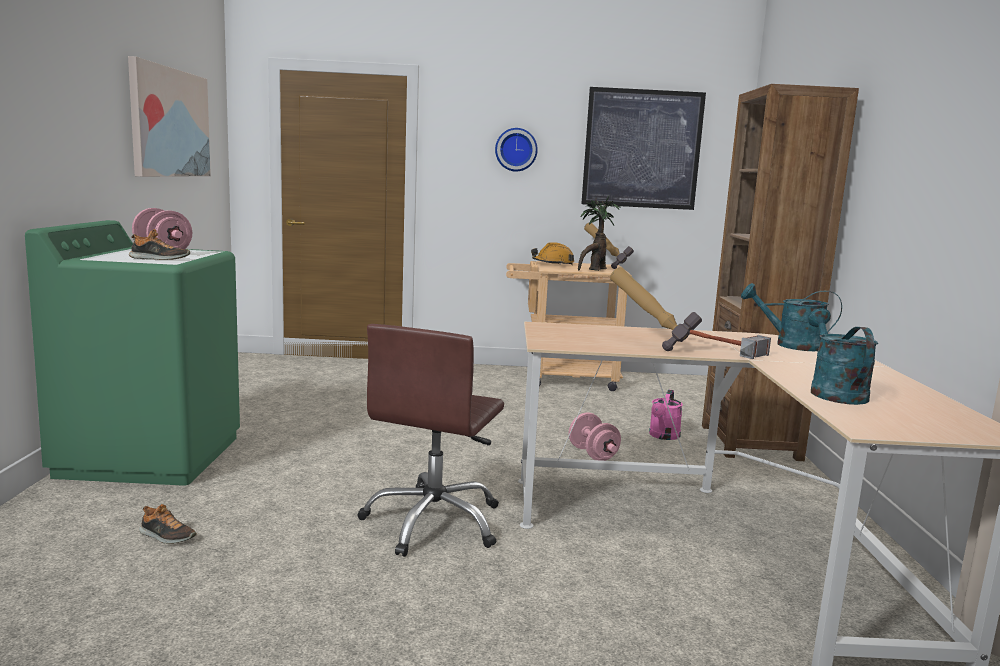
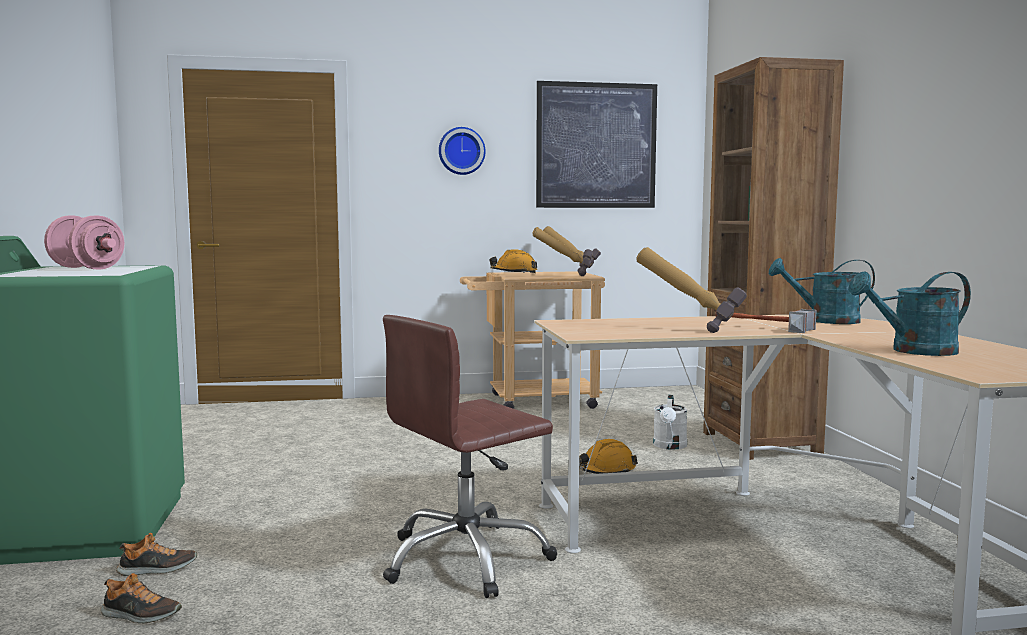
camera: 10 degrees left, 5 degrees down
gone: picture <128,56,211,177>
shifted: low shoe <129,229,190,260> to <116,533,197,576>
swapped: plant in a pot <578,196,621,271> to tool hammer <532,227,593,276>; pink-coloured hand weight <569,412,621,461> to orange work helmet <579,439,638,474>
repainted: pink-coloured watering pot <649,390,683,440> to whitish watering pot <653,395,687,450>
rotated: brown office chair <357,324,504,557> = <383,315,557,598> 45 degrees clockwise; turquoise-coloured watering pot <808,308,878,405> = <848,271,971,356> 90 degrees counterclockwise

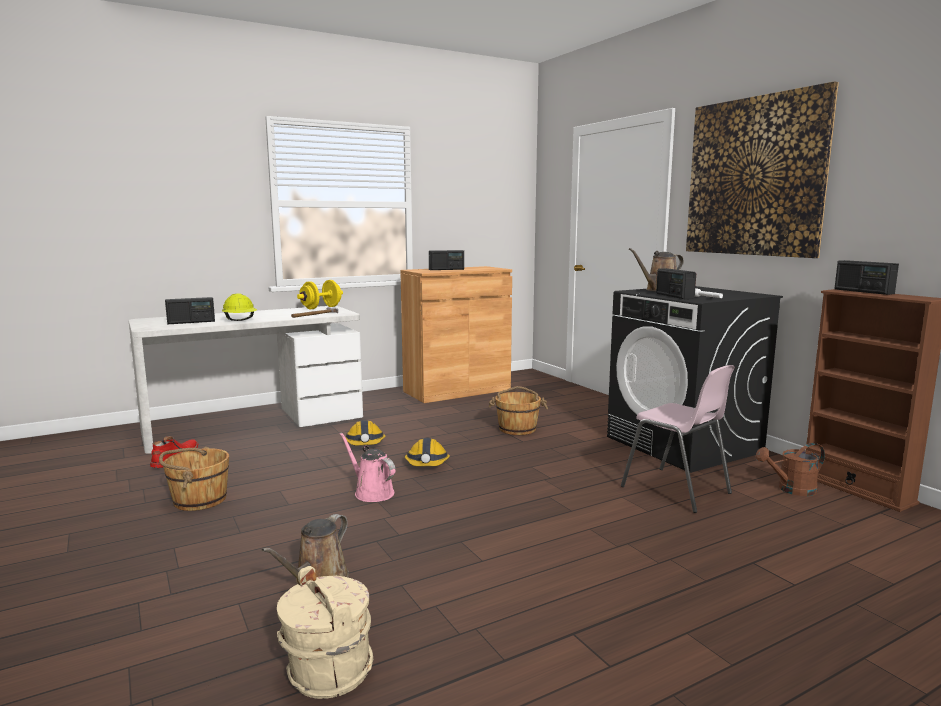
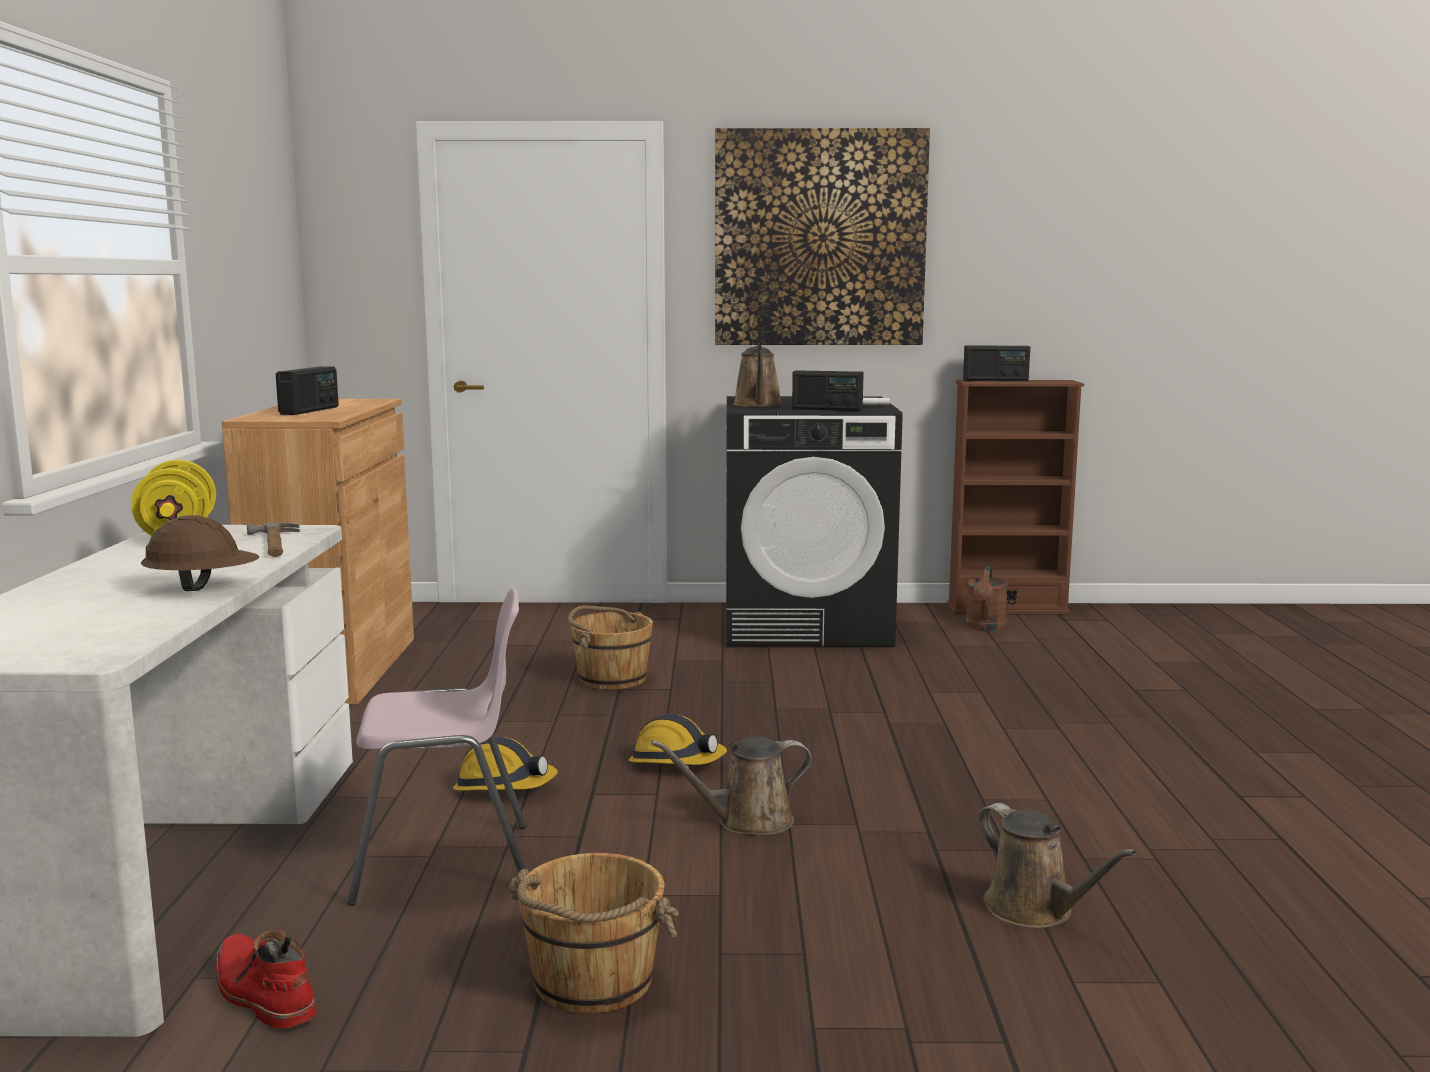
camera: 60 degrees left, 0 degrees up
gone: radio receiver <165,297,215,324>; beige pail <277,566,373,699>
shifted: pink-coloured chair <621,365,735,513> to <348,588,526,906>
repainted: yellow work helmet <222,293,257,321> to brown work helmet <141,515,259,591>; pink-coloured watering pot <339,432,396,502> to brown watering pot <651,736,811,836>

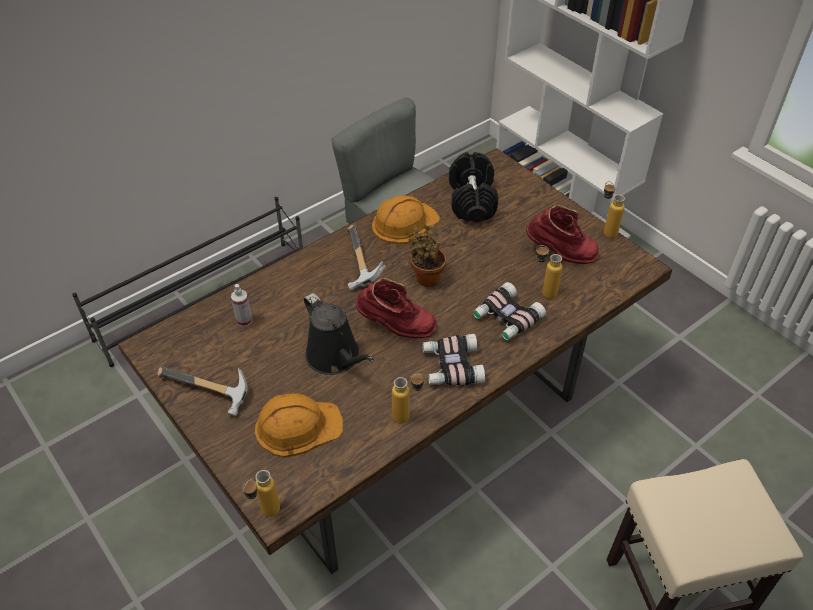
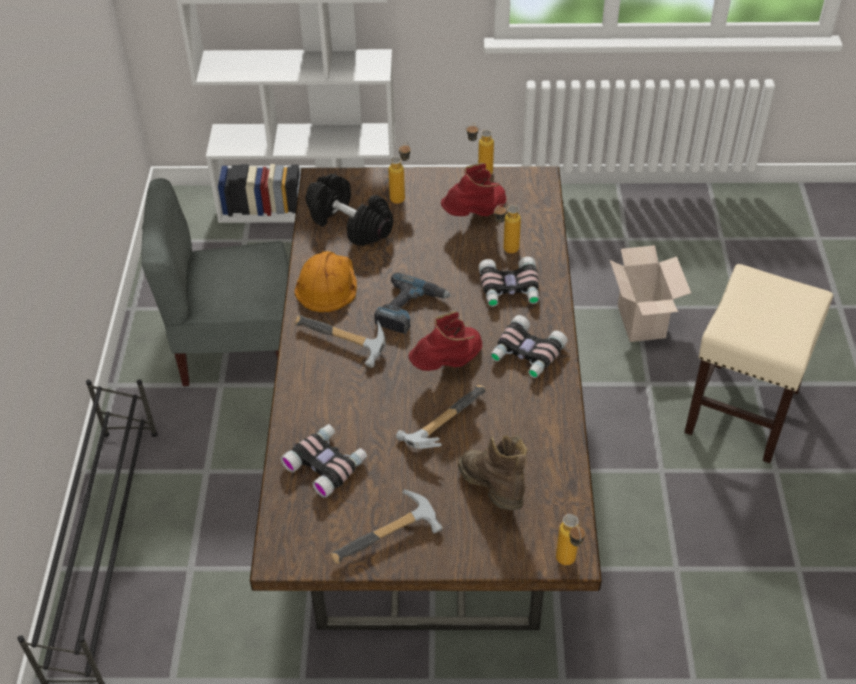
camera: 50 degrees left, 0 degrees up
new: cardboard box <610,245,691,342>
shifted: bottle <392,374,425,424> to <388,142,410,204>
swapped: hand sprayer <231,284,252,327> to binoculars <280,424,367,498>; plant in a pot <409,225,446,287> to power drill <374,273,452,334>; black watering pot <304,293,374,375> to tool hammer <396,385,486,449>; orange work helmet <255,393,343,458> to brown tall boot <458,435,527,510>

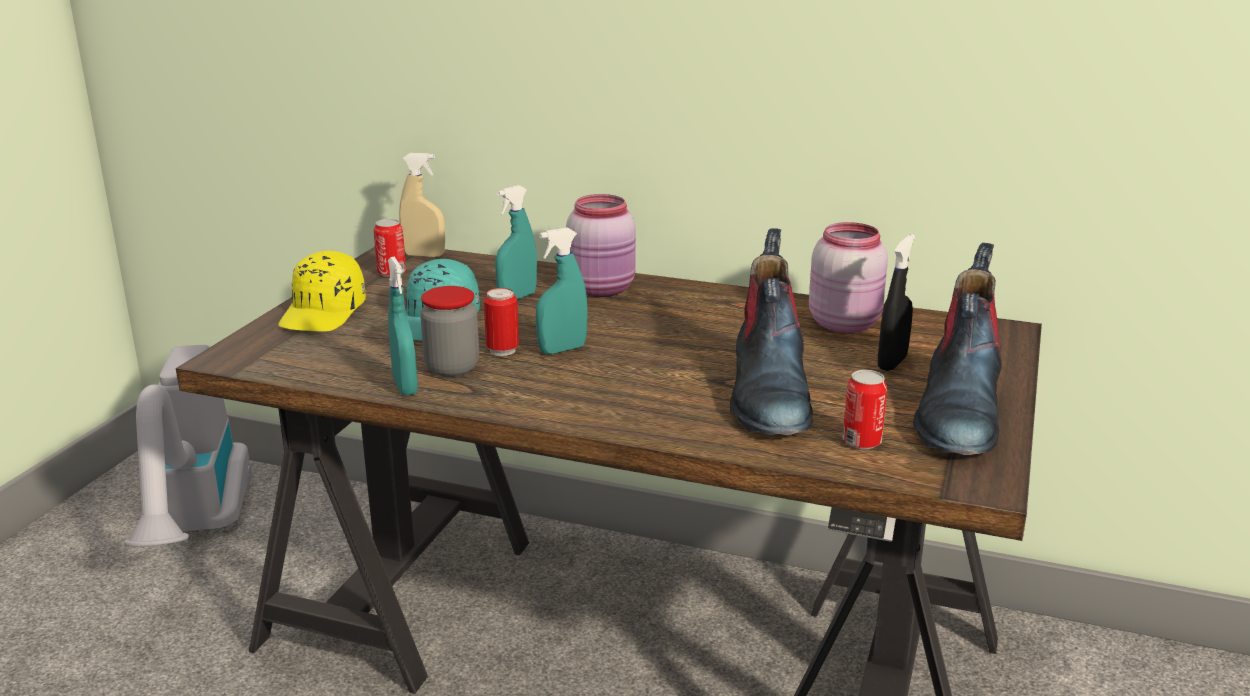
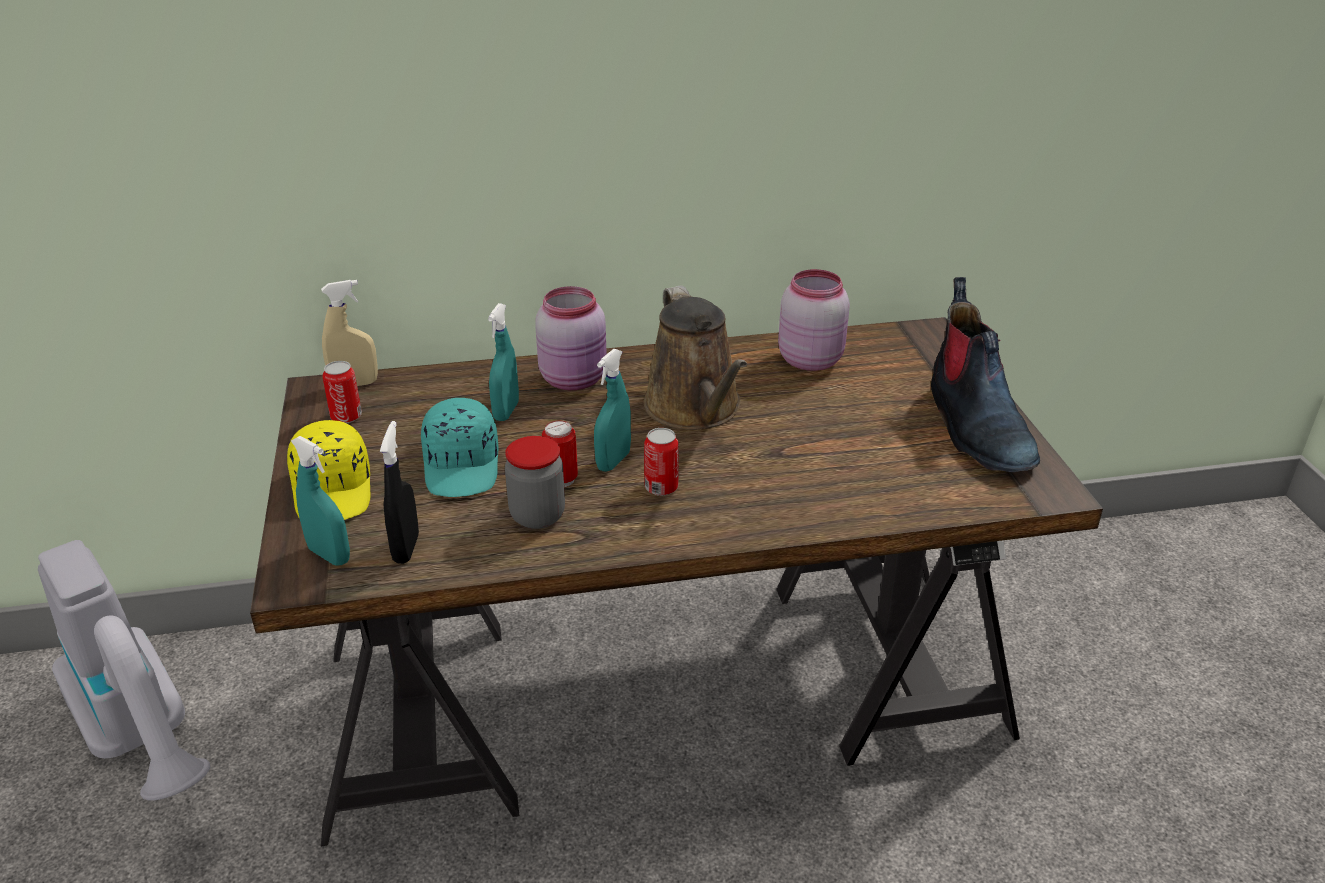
camera: 30 degrees left, 10 degrees up
gone: tall boot <730,228,813,435>
new: brown watering pot <644,285,747,430>
shifted: turquoise-coloured hand sprayer <388,256,418,396> to <291,436,350,565>; black hand sprayer <878,234,915,371> to <380,421,419,564>; can <842,370,887,449> to <644,428,679,496>

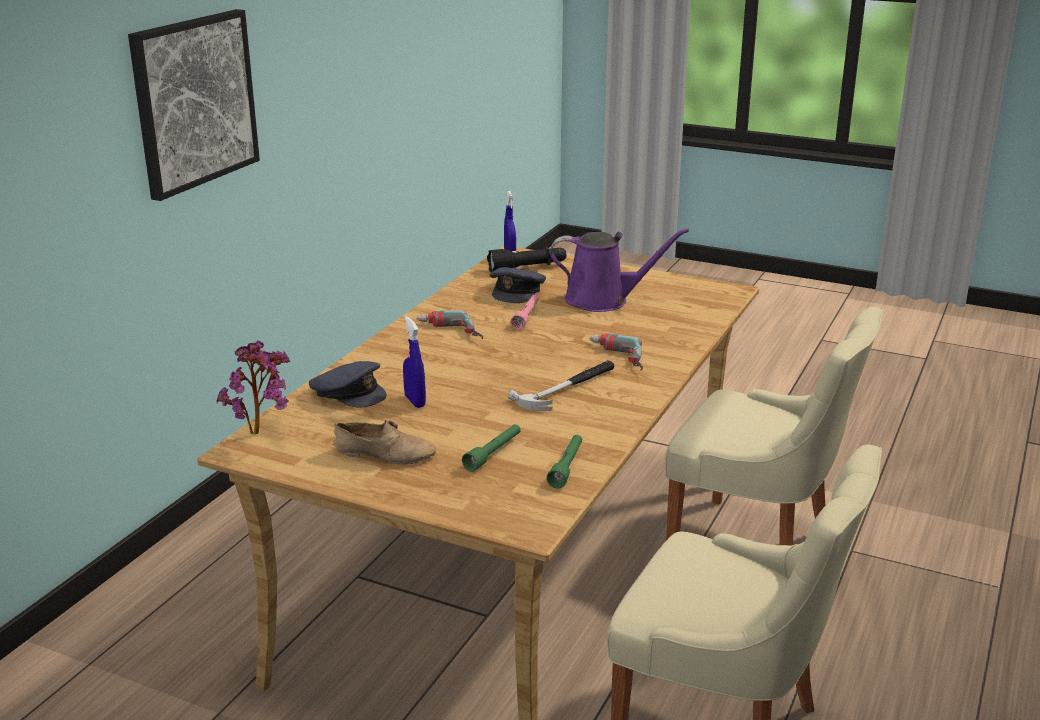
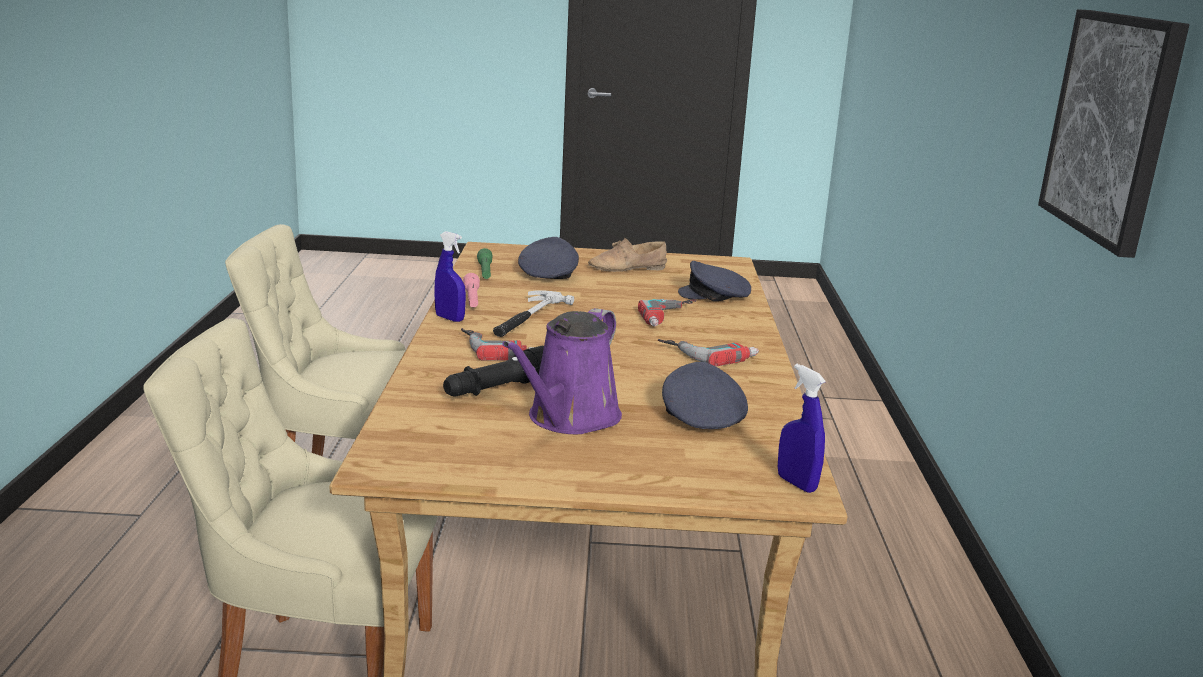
camera: 155 degrees right, 5 degrees down
gone: plant in a pot <217,340,290,434>
new: power drill <638,299,696,326>
shifted: blue hand sprayer <403,316,426,408> to <434,231,466,322>; black torch <487,246,567,273> to <443,346,544,397>; pink-coloured torch <511,295,539,330> to <463,273,480,308>
swapped: green-coloured torch <462,424,521,472> to greyish peaked cap <518,237,579,279>
rotated: purple watering pot <550,228,689,312> = <502,308,622,434> 45 degrees counterclockwise

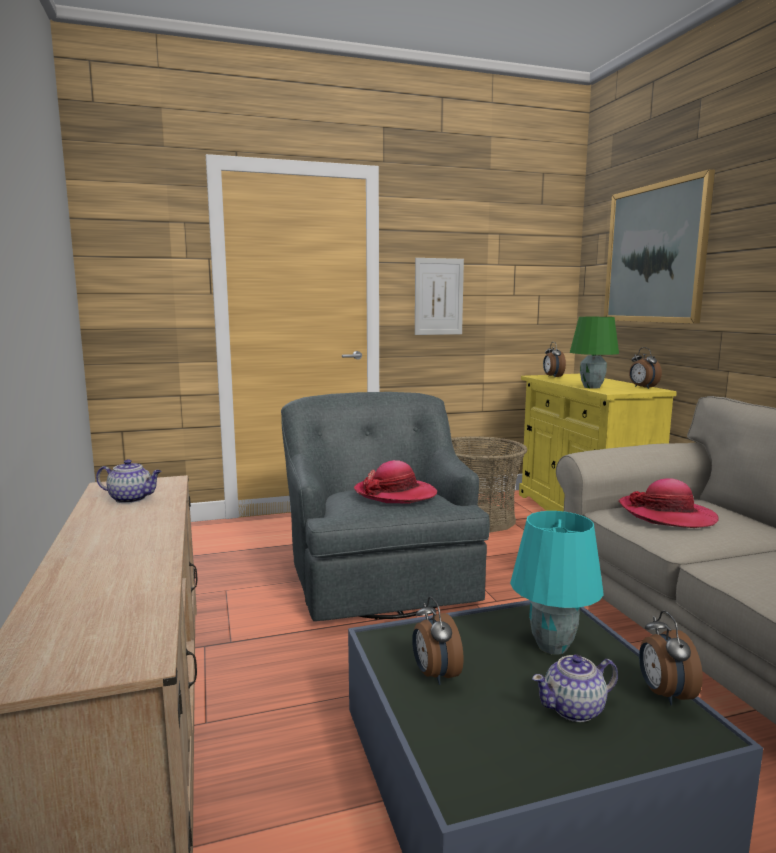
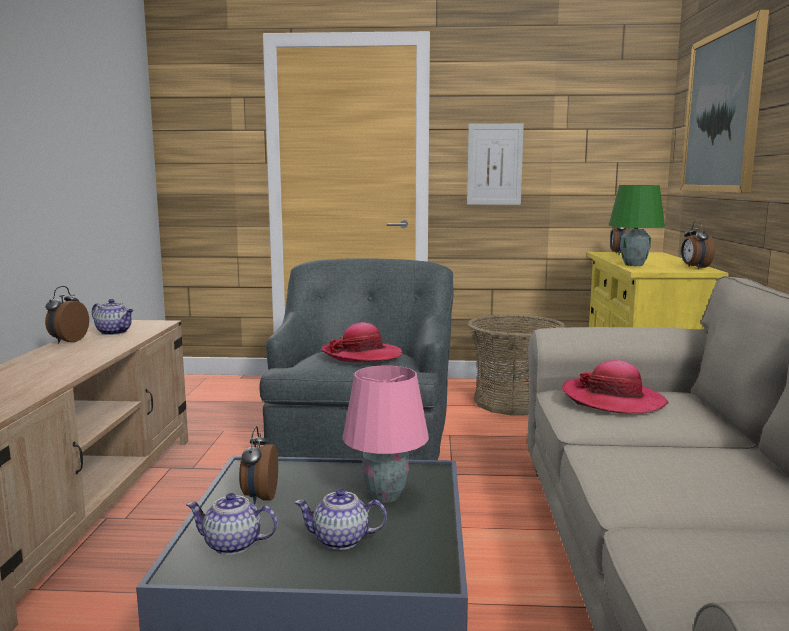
camera: 20 degrees right, 0 degrees up
new: teapot <186,493,277,555>
shifted: table clock <639,611,703,706> to <45,286,89,344>
repainted: turquoise-coloured tabletop lamp <510,511,604,655> to pink-coloured tabletop lamp <342,366,429,503>

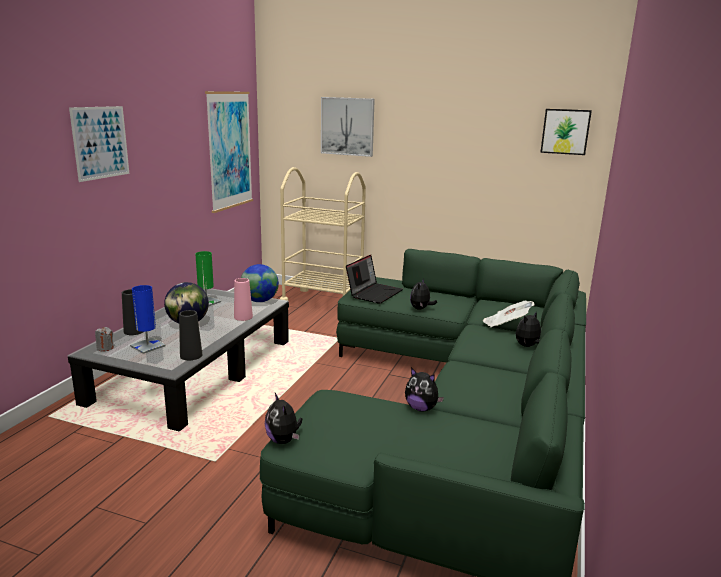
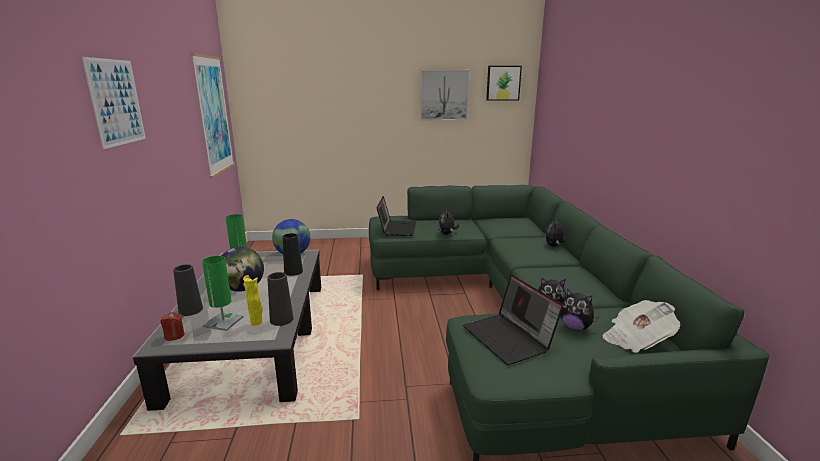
camera: 25 degrees left, 0 degrees up
gone: beige trolley <280,167,366,301>
new: yellow vase <243,275,263,326>; portable computer <463,275,563,365>
shifted: picture <321,97,375,157> to <420,70,469,120>; soft toy <265,393,302,444> to <560,288,599,330>; daily paper <483,300,534,328> to <602,300,680,353>
repainted: greyish wax candle <95,327,114,351> to red wax candle <160,312,184,341>; blue tabletop lamp <130,285,166,354> to green-coloured tabletop lamp <202,256,243,331>; pink-coloured vase <234,278,253,321> to black vase <283,233,303,276>

